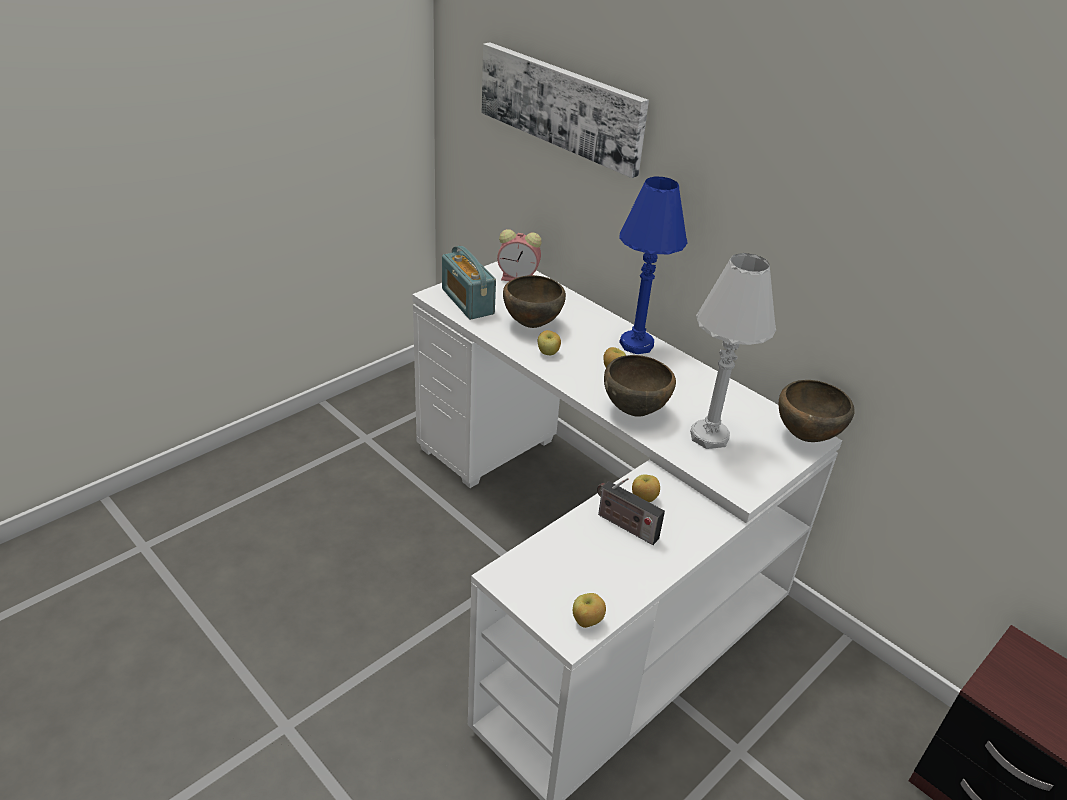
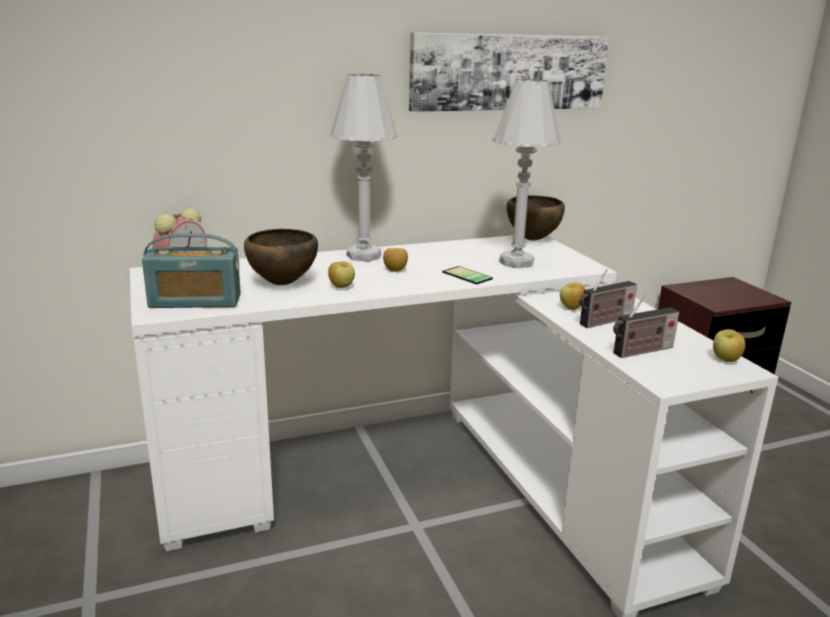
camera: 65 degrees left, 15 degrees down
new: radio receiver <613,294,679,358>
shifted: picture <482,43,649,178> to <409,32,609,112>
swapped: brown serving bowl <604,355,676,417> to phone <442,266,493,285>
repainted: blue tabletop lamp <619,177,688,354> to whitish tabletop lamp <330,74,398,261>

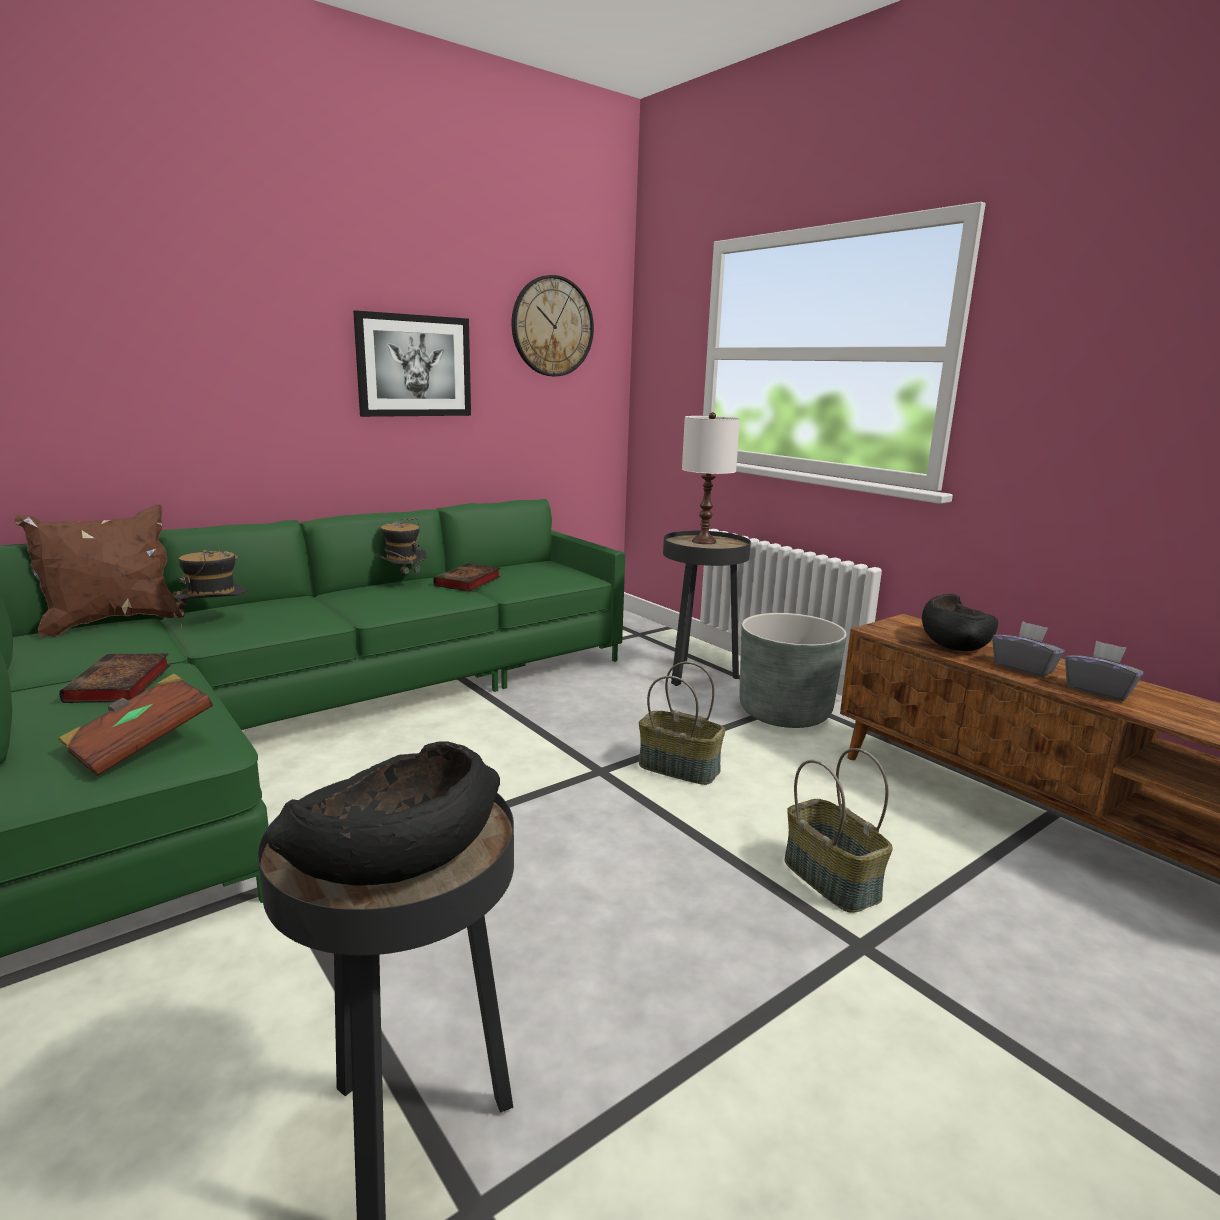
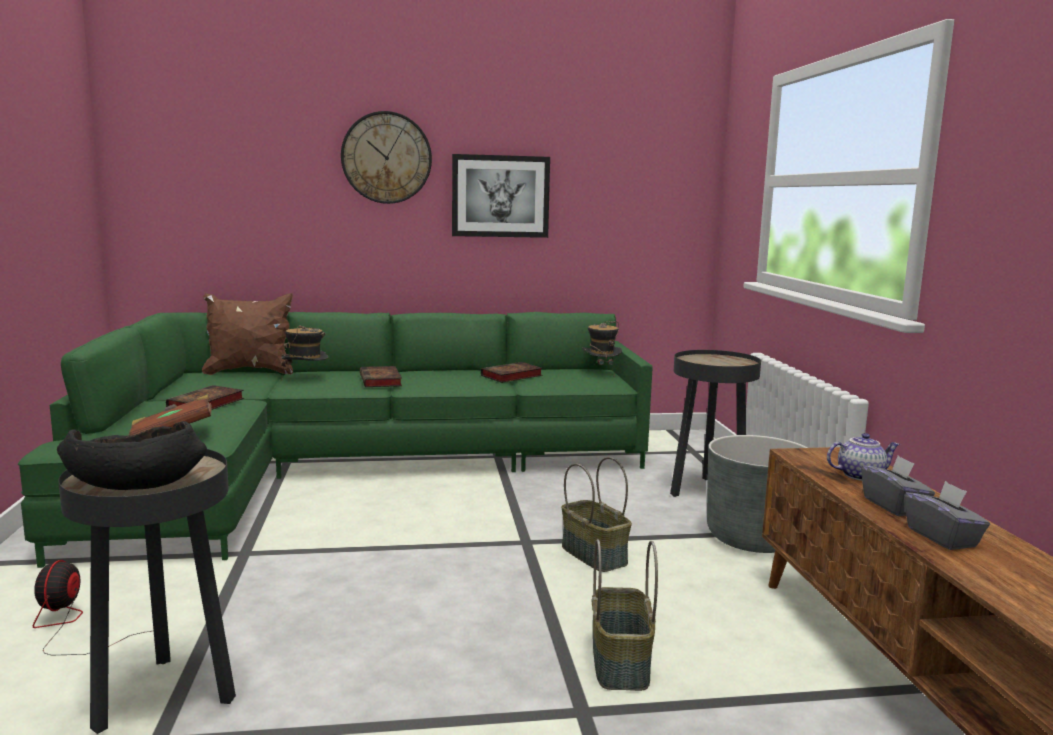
camera: 30 degrees right, 5 degrees down
gone: whitish tabletop lamp <682,412,740,544>
new: electric fan <33,560,151,655>; book <360,366,402,387>
shifted: wall clock <512,275,594,376> to <341,111,432,204>; clothing hat <376,518,427,587> to <582,321,622,375>
swapped: black serving bowl <922,594,998,651> to teapot <827,433,900,481>

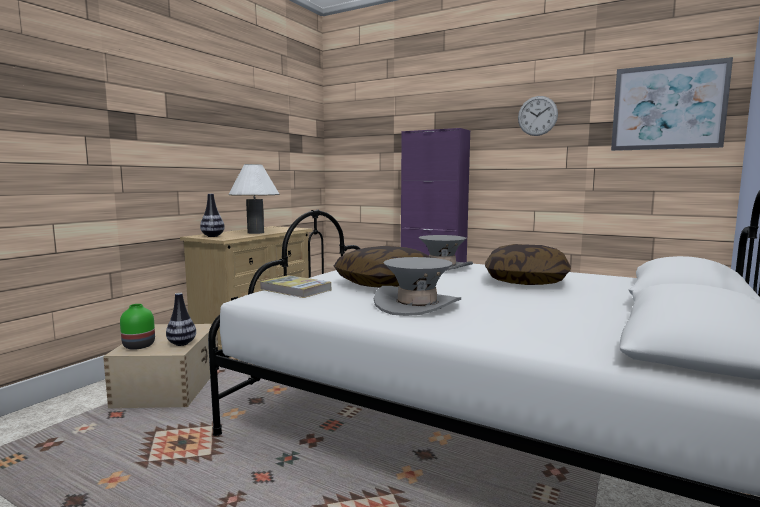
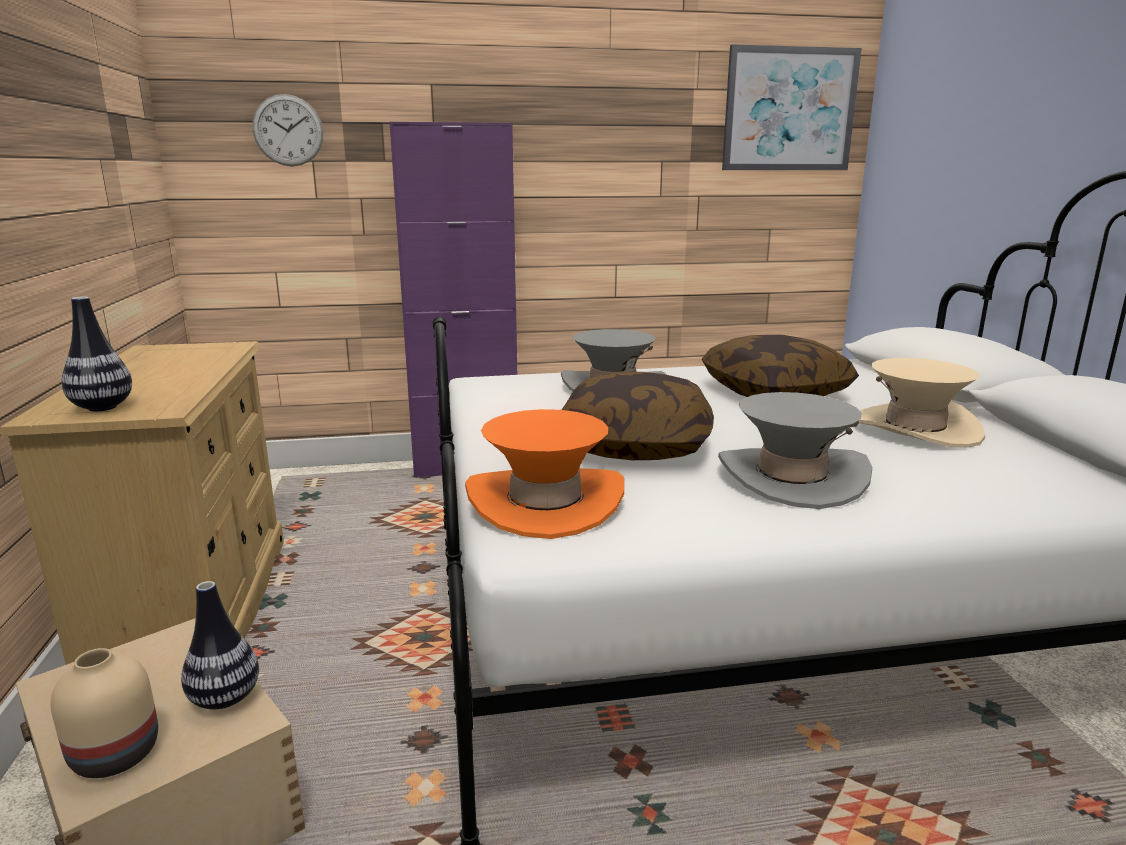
camera: 40 degrees left, 10 degrees up
gone: whitish tabletop lamp <228,164,279,234>
new: beige clothing hat <859,358,985,448>
shifted: wall clock <518,96,558,136> to <253,94,323,166>
swapped: book <260,275,331,298> to orange clothing hat <465,409,624,539>
repainted: green-coloured vase <120,304,155,350> to beige vase <51,648,158,778>

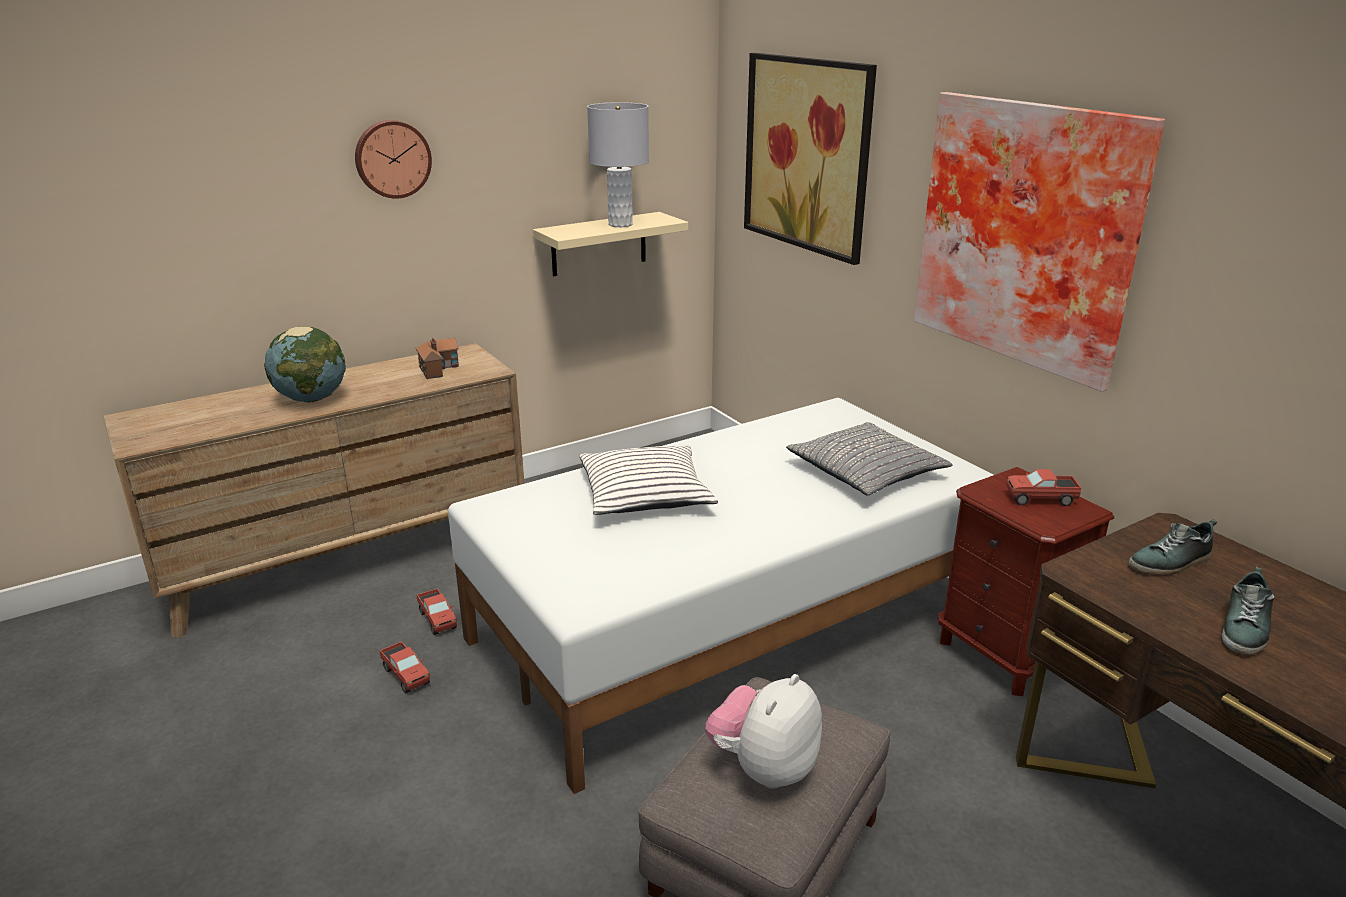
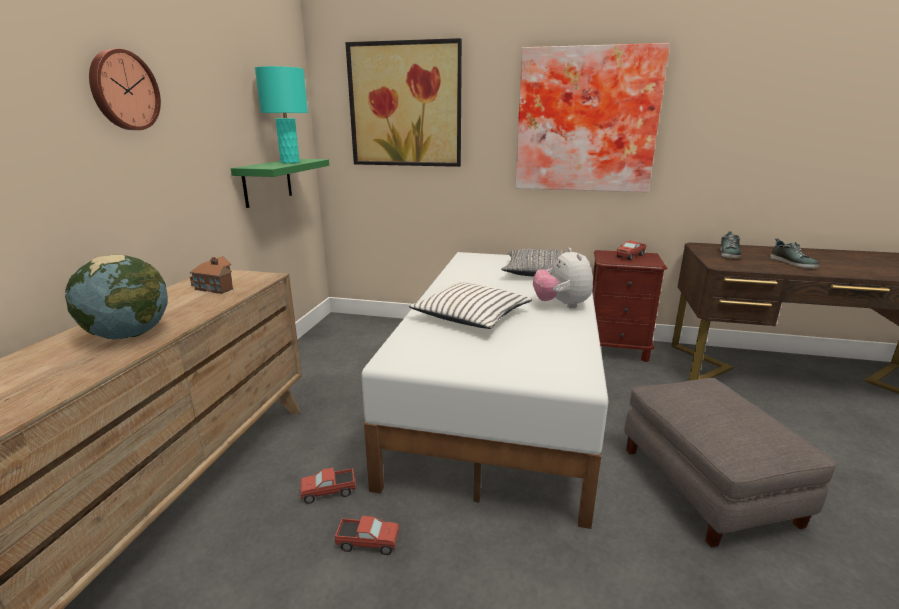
camera: 45 degrees left, 5 degrees down
shifted: soft toy <705,674,822,789> to <533,248,593,309>
repainted: beige wall shelf <533,212,688,277> to green-coloured wall shelf <231,159,329,208>; greyish tabletop lamp <587,102,649,227> to turquoise-coloured tabletop lamp <255,66,308,163>
rotated: toy truck <417,588,457,635> = <300,468,356,504> 150 degrees clockwise

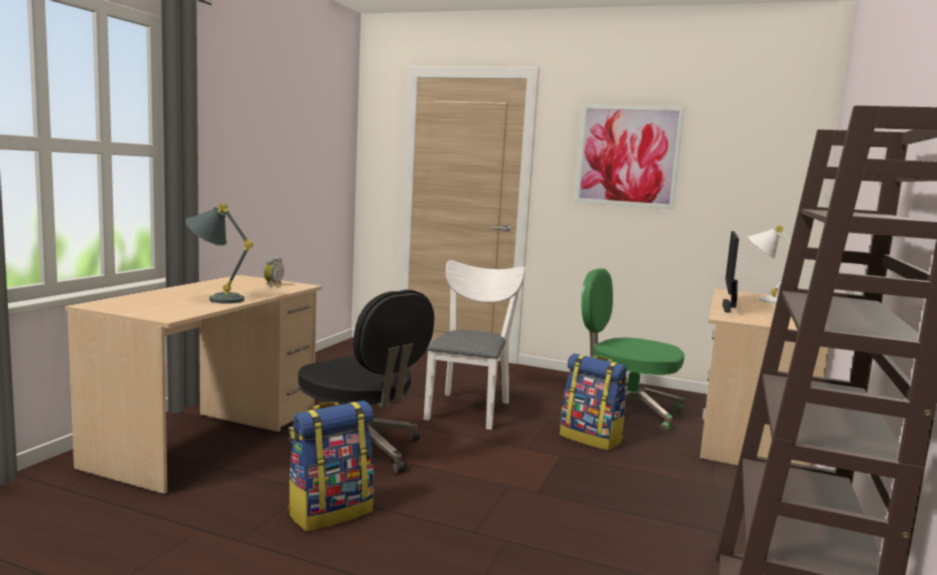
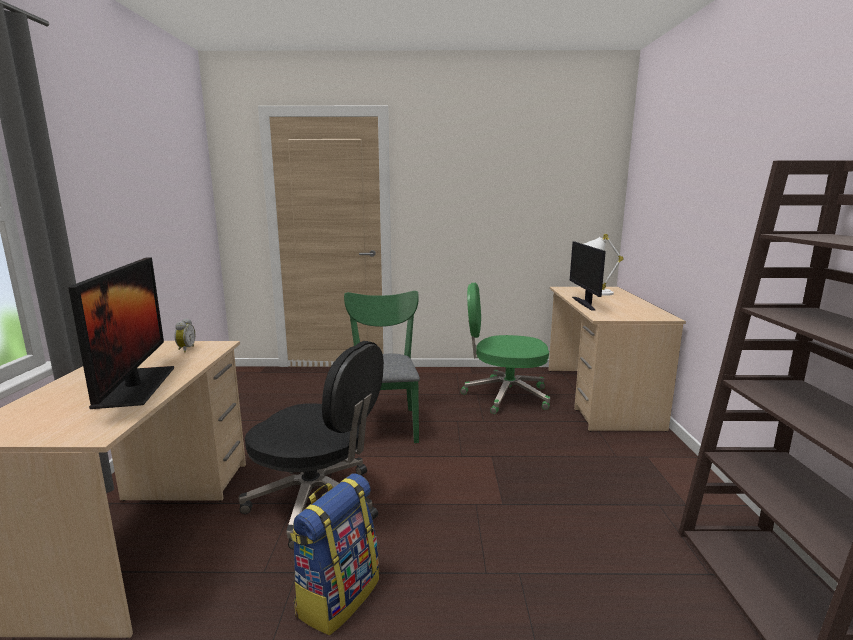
camera: 20 degrees left, 5 degrees up
gone: rucksack <560,354,628,451>; picture <575,104,685,209>
swapped: greyish tabletop lamp <185,203,253,304> to monitor <68,257,174,409>
repainted: whitish chair <423,260,526,430> to green-coloured chair <344,291,420,443>

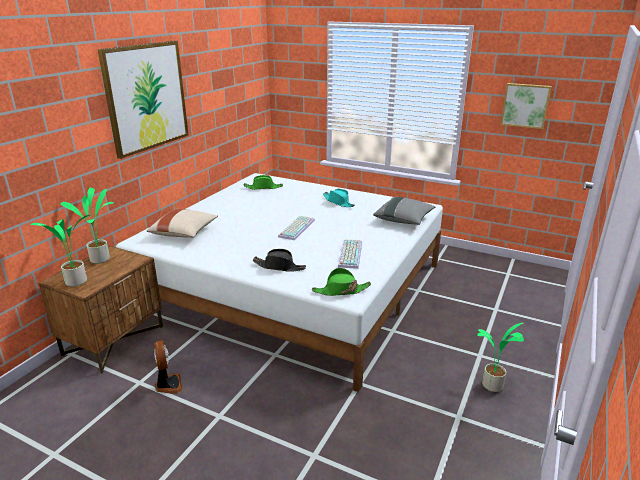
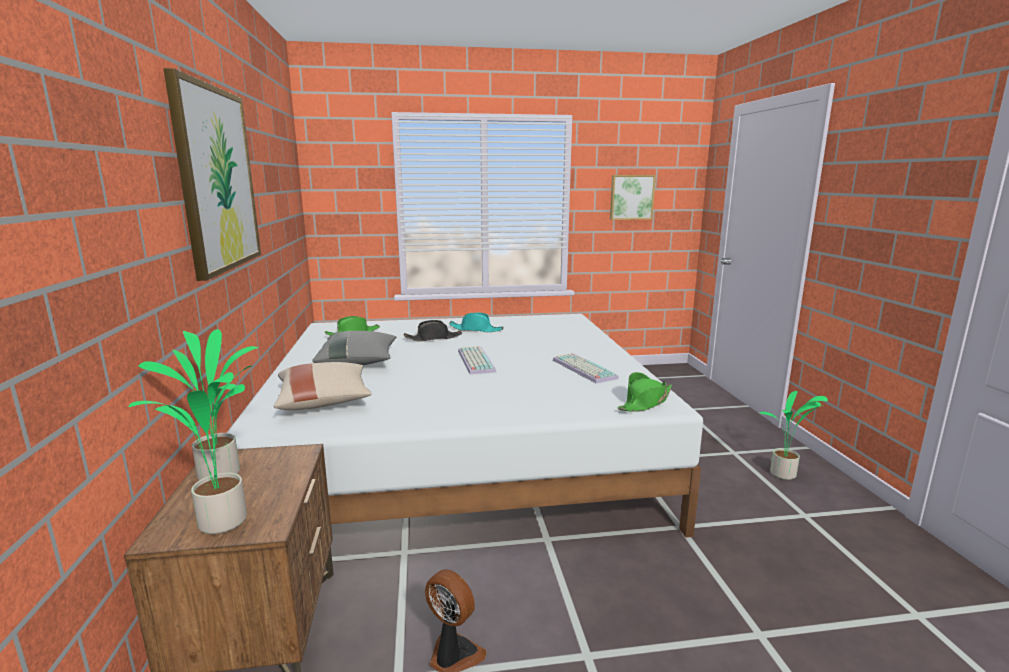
camera: 35 degrees left, 10 degrees down
shifted: greyish throw pillow <373,197,435,225> to <312,331,397,365>; black clothing hat <252,249,306,272> to <403,320,462,341>

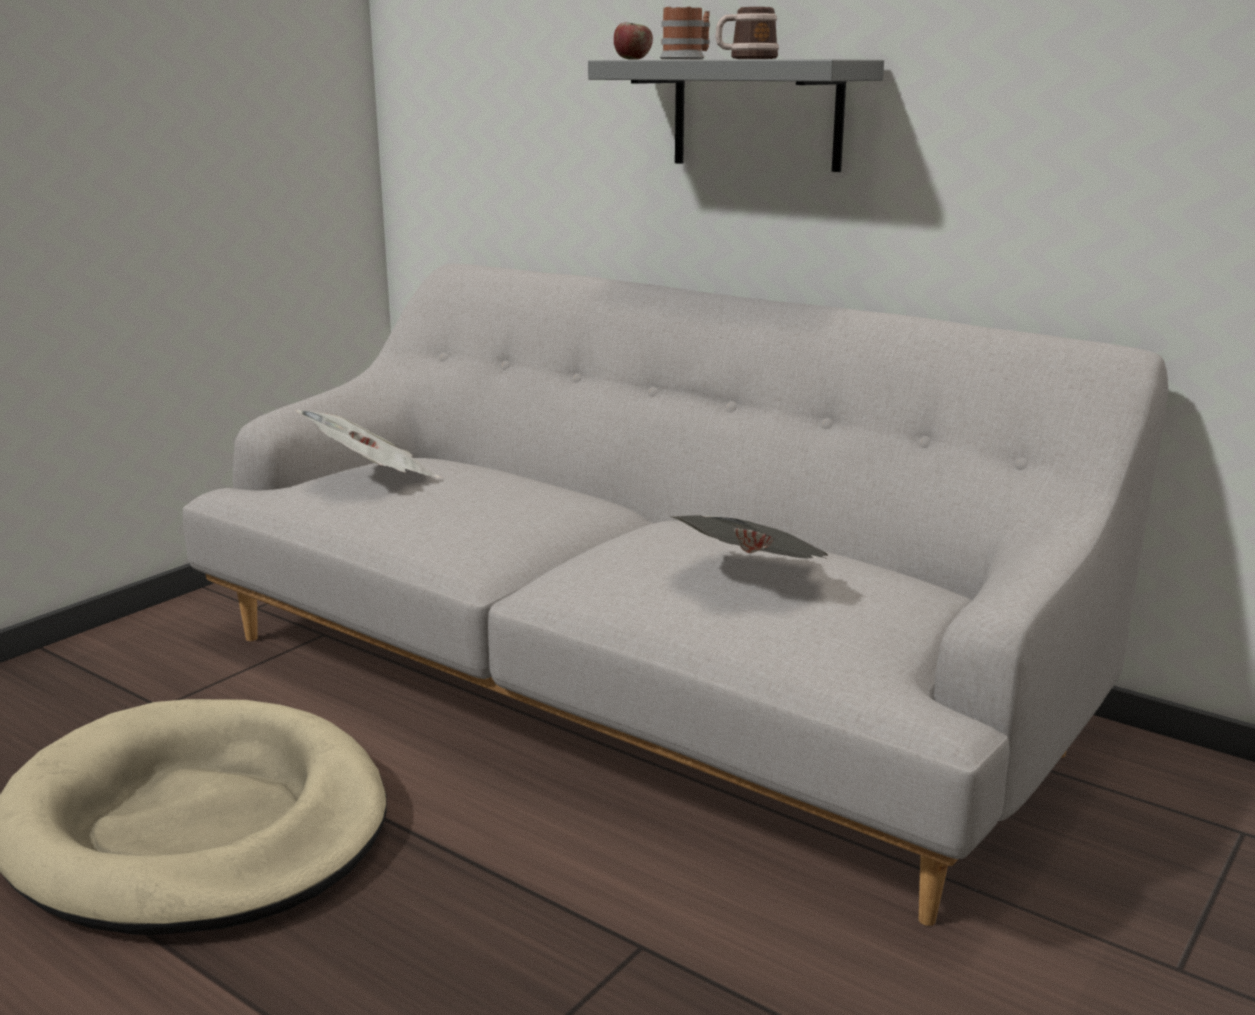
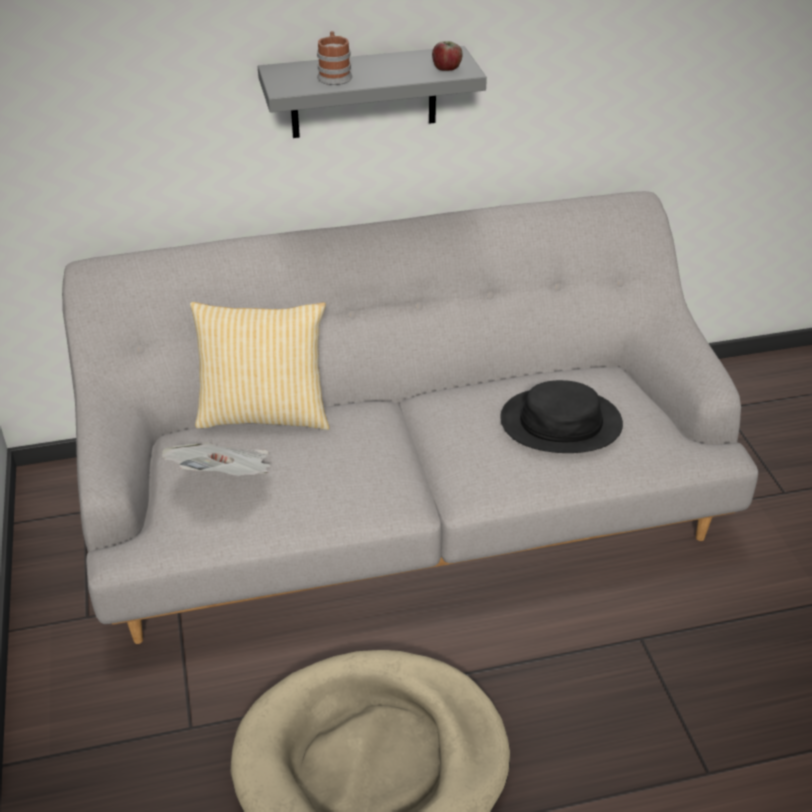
camera: 50 degrees left, 20 degrees up
gone: tea mug <716,7,779,59>
new: throw pillow <190,302,329,430>
shifted: apple fruit <614,22,653,59> to <432,41,463,71>
swapped: daily paper <669,515,829,558> to black clothing hat <500,380,623,453>

